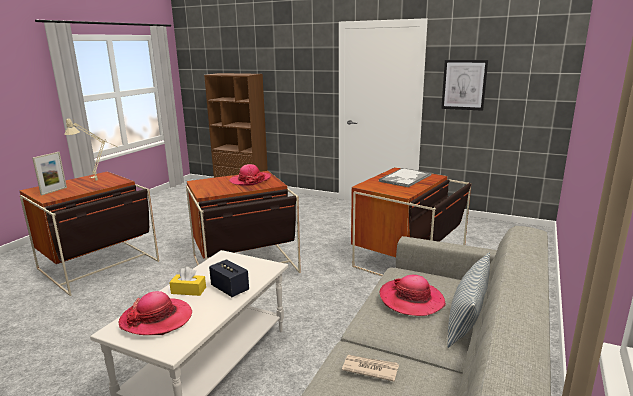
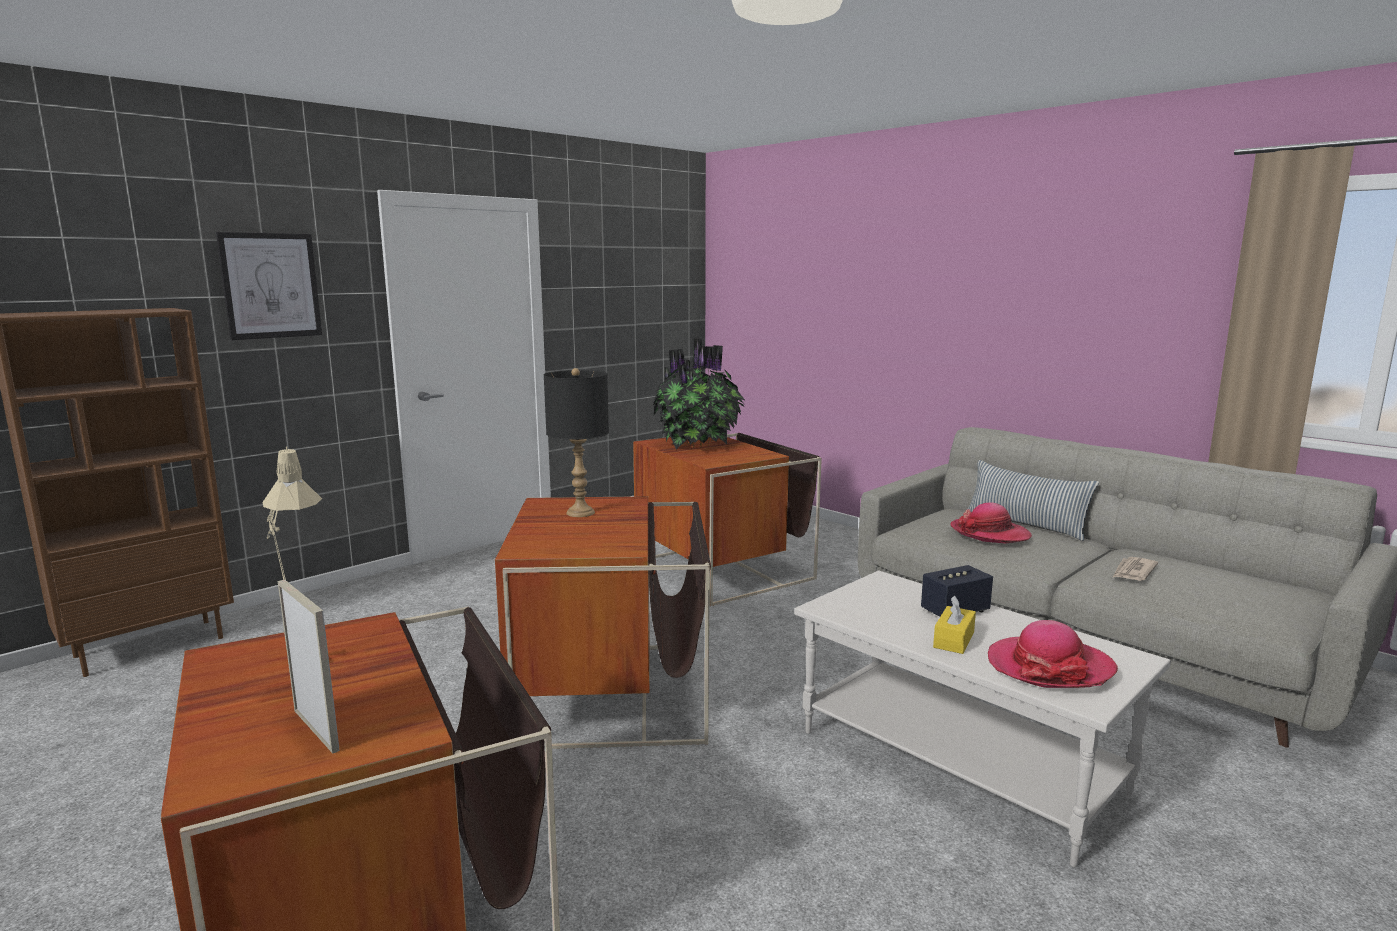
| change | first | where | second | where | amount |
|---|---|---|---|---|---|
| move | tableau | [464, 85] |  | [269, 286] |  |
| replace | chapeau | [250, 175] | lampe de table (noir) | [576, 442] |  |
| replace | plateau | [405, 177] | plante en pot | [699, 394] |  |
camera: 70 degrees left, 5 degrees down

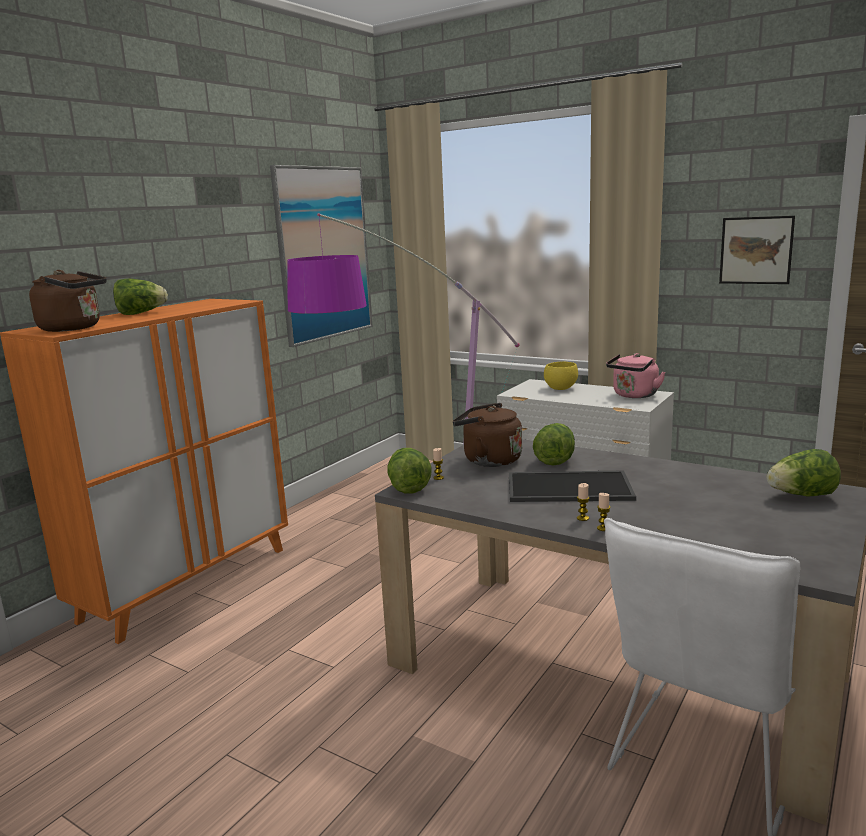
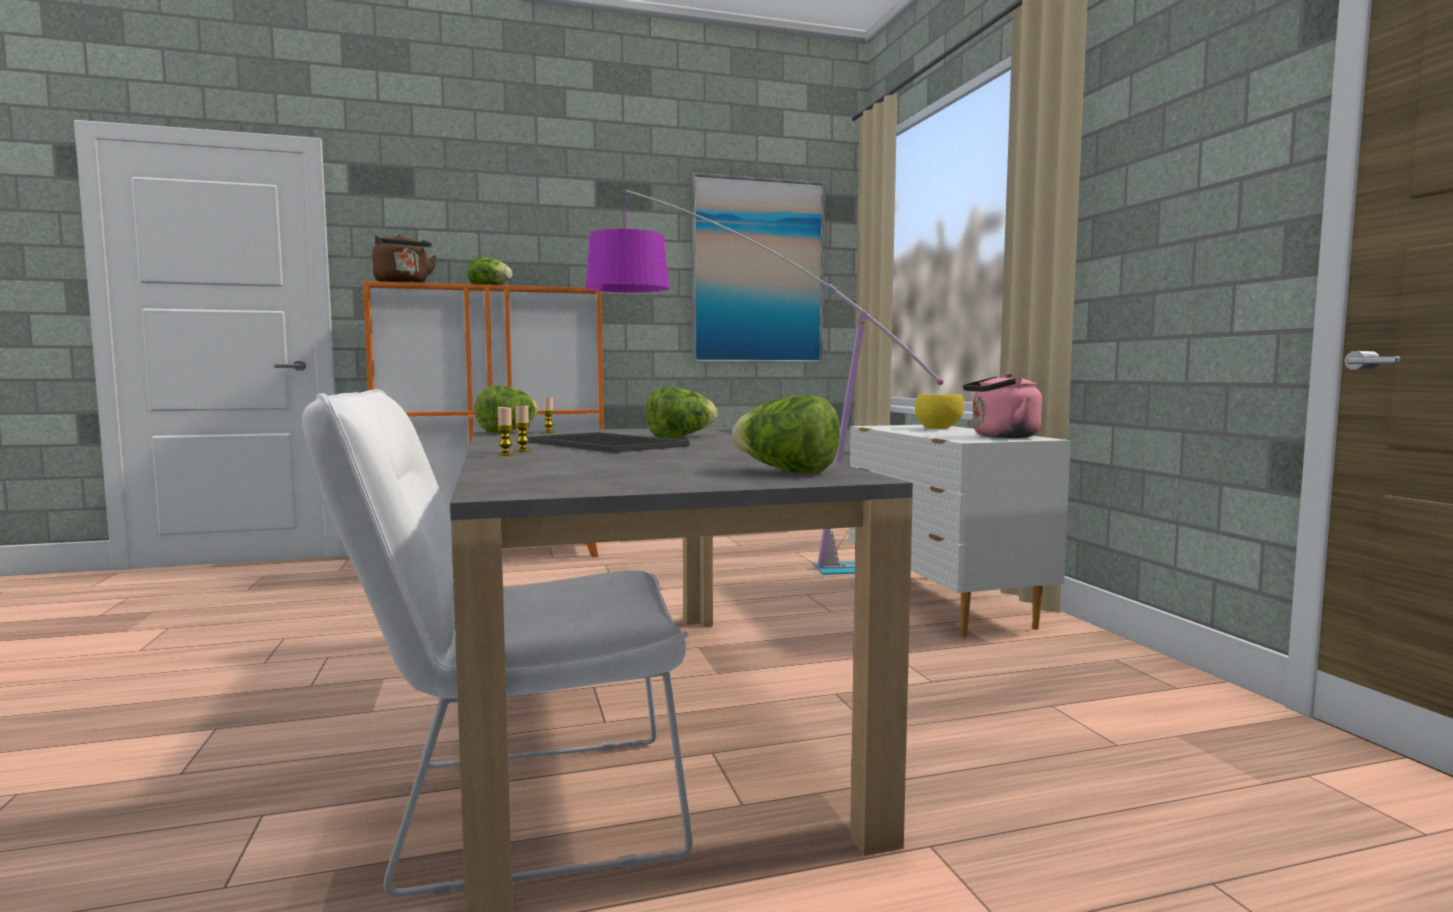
| change | first | where | second | where | amount |
|---|---|---|---|---|---|
| delete | bouilloire (marron) | [487, 435] |  |  |  |
| delete | tableau | [757, 250] |  |  |  |
camera: 40 degrees right, 10 degrees down

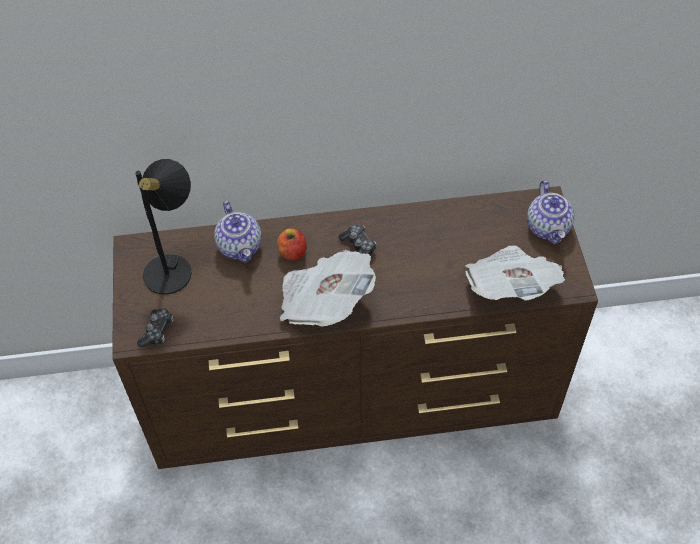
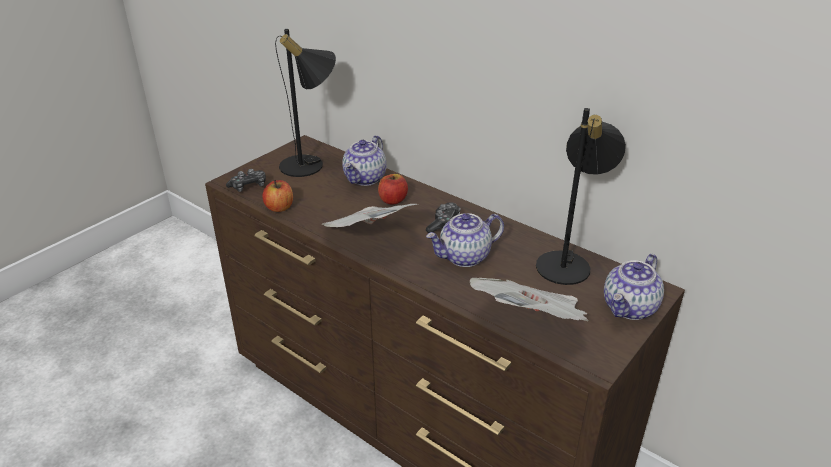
| change | first | where | second | where | amount |
|---|---|---|---|---|---|
| insert |  |  | pomme | [277, 196] |  |
| insert |  |  | théière | [465, 240] |  |
| insert |  |  | lampe de table (noir) | [581, 196] |  |
camera: 45 degrees right, 20 degrees down

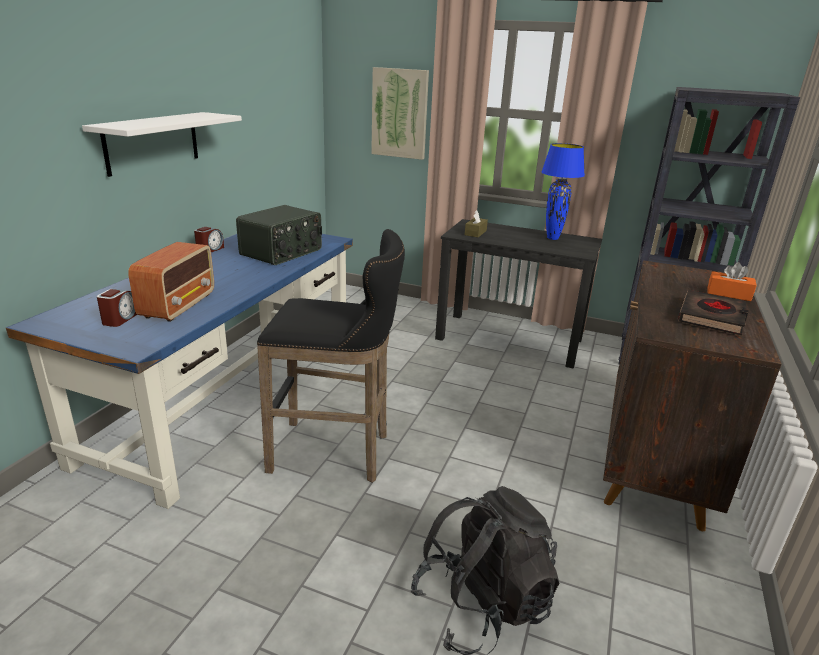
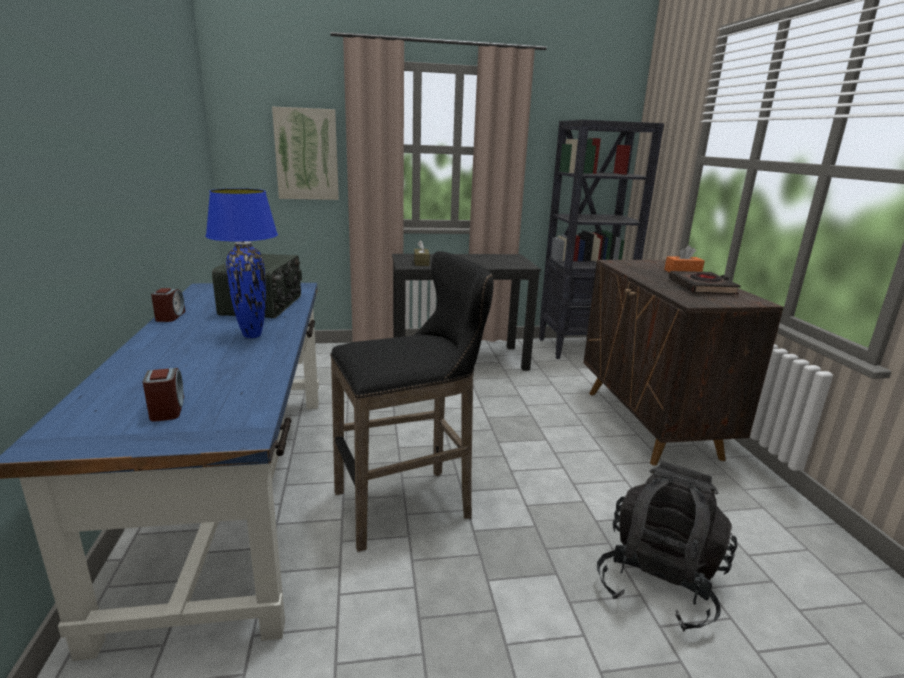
| change | first | where | second | where | amount |
|---|---|---|---|---|---|
| delete | étagère (blanc) | [162, 144] |  |  |  |
| delete | radio | [171, 282] |  |  |  |
| move | lampe de table (bleu) | [563, 191] |  | [242, 263] |  |
camera: 30 degrees left, 5 degrees down

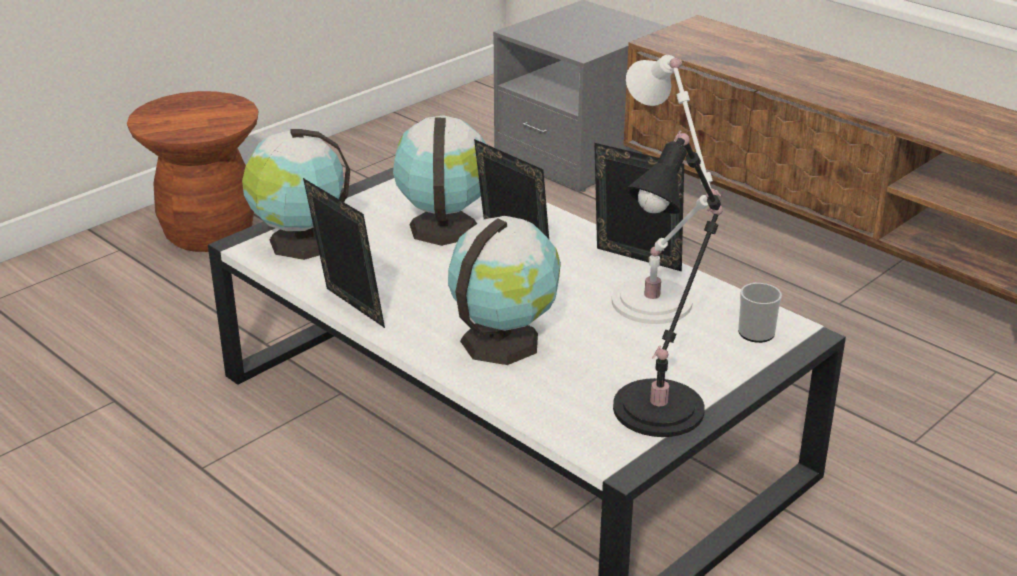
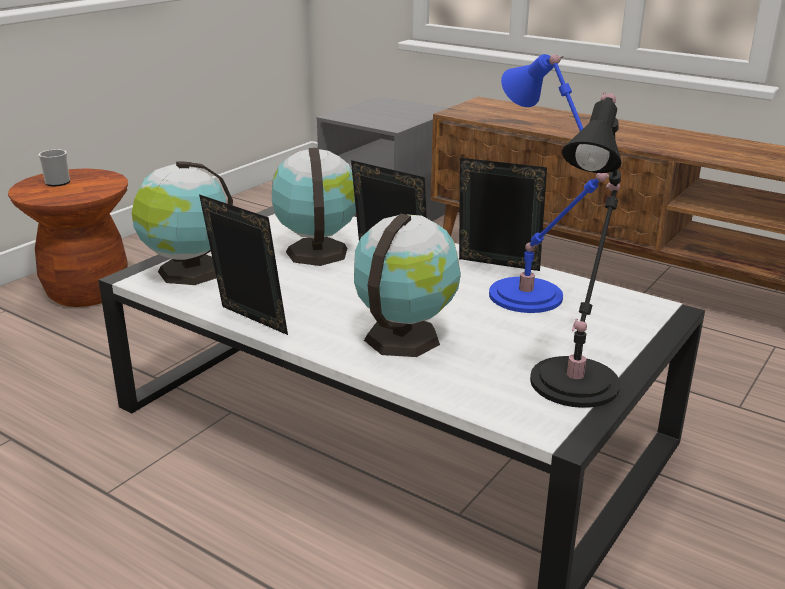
| change | first | where | second | where | amount |
|---|---|---|---|---|---|
| move | mug | [760, 312] |  | [54, 167] |  |
| recolor | lampe de table (blanc) | [667, 189] | lampe de table (bleu) | [549, 183] |  |
camera: 10 degrees left, 5 degrees down

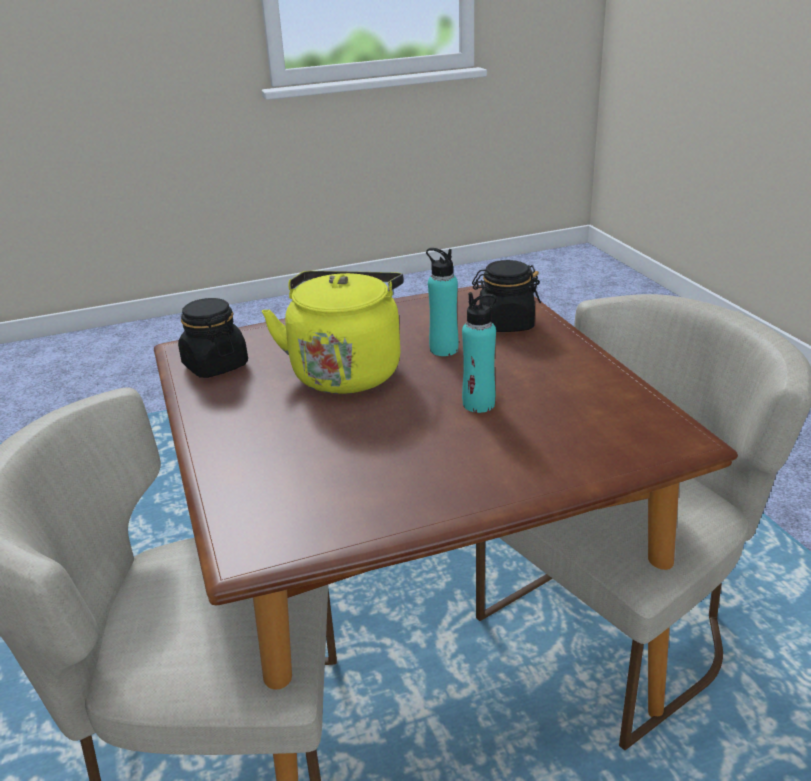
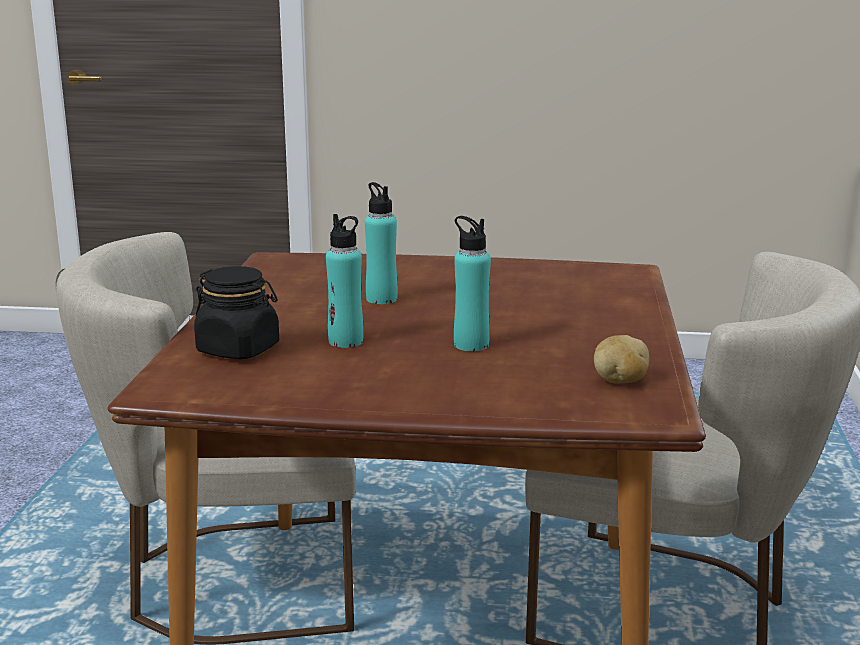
| change | first | where | second | where | amount |
|---|---|---|---|---|---|
| replace | bocal (noir) | [213, 338] | pomme de terre | [621, 359] |  |
| replace | bouilloire (jaune) | [333, 332] | bouteille (turquoise) | [472, 283] |  |
camera: 155 degrees left, 10 degrees down

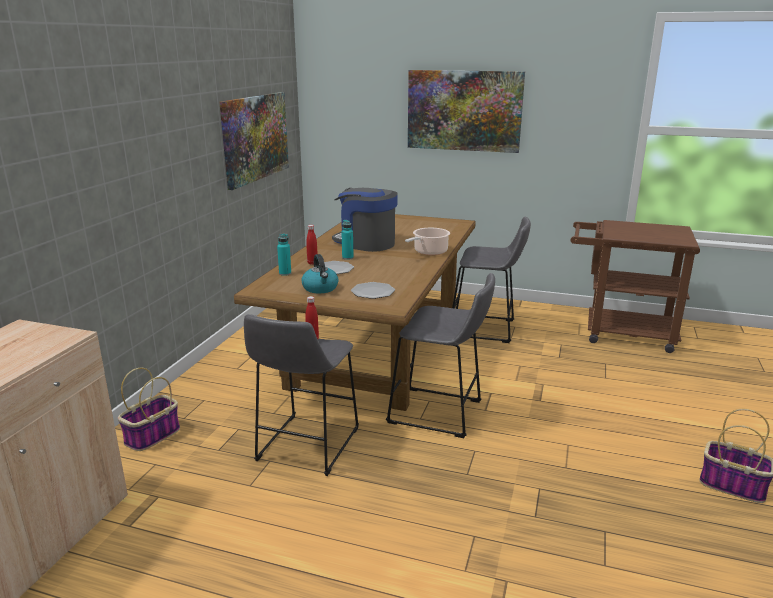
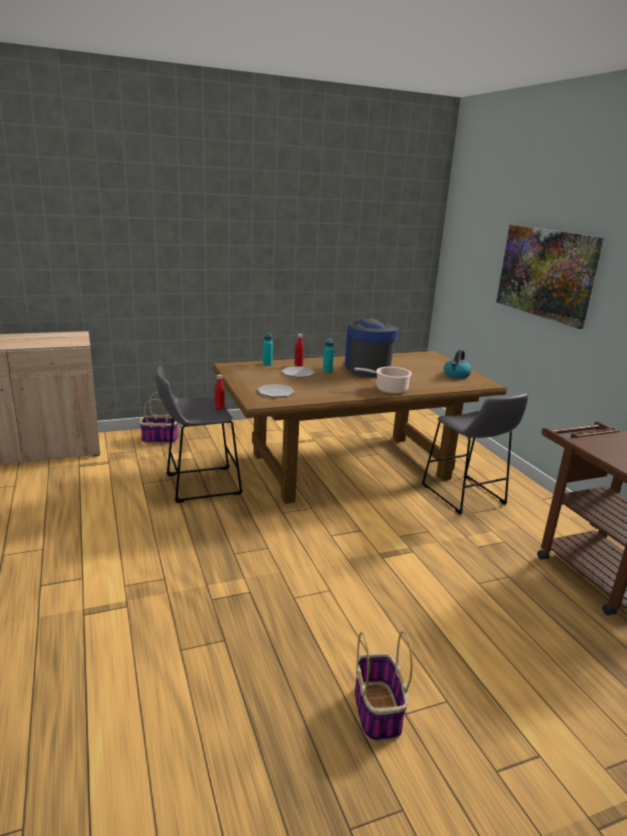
| change | first | where | second | where | amount |
|---|---|---|---|---|---|
| delete | tableau | [254, 141] |  |  |  |
| delete | tabouret (gris) | [440, 355] |  |  |  |
| move | bouilloire | [320, 273] |  | [458, 364] |  |
camera: 50 degrees right, 0 degrees up

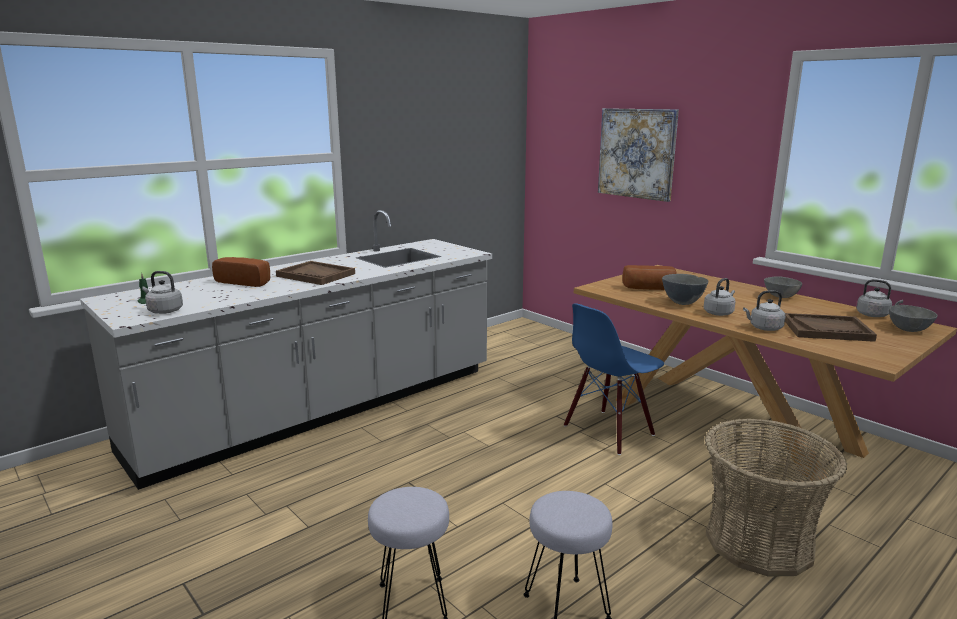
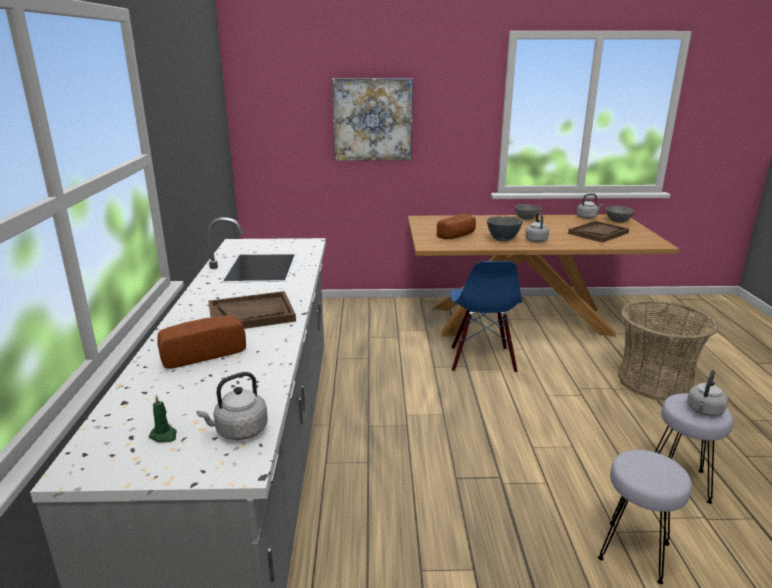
| change | first | where | second | where | amount |
|---|---|---|---|---|---|
| move | bouilloire (gris) | [764, 310] |  | [707, 393] |  |
camera: 50 degrees left, 5 degrees up

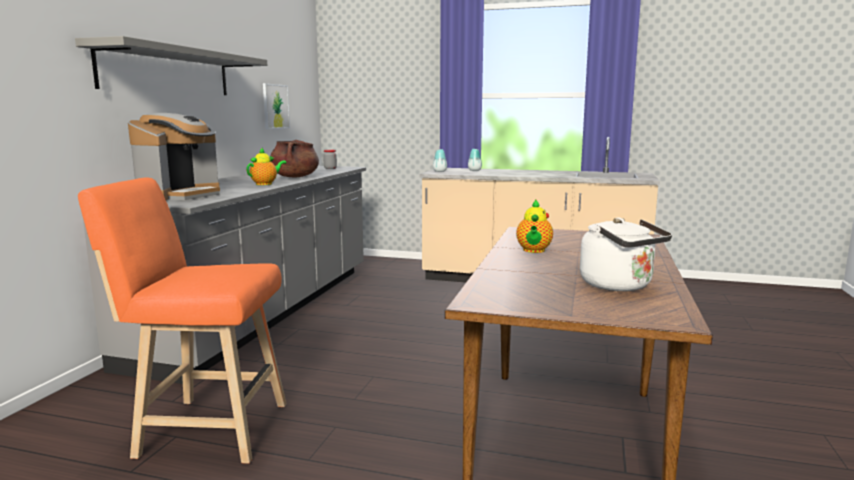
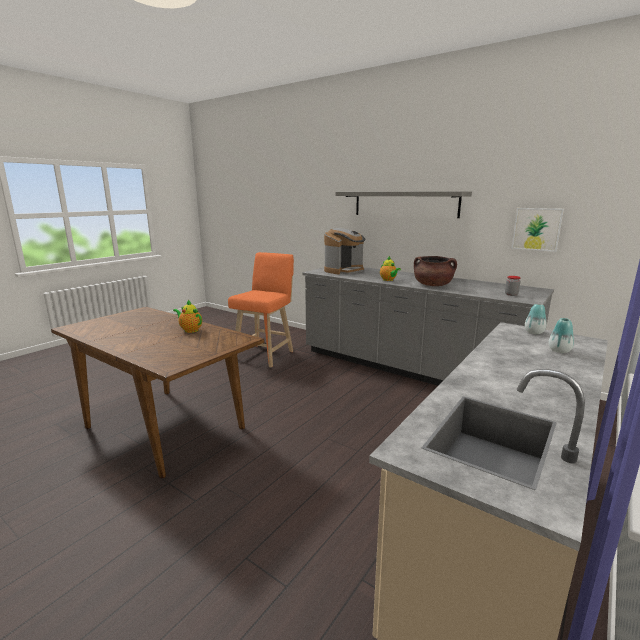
| change | first | where | second | where | amount |
|---|---|---|---|---|---|
| delete | bouilloire (blanc) | [626, 254] |  |  |  |
| rotate | machine à café | [174, 156] |  | [344, 251] | 90 degrees counterclockwise |
camera: 110 degrees right, 5 degrees up

